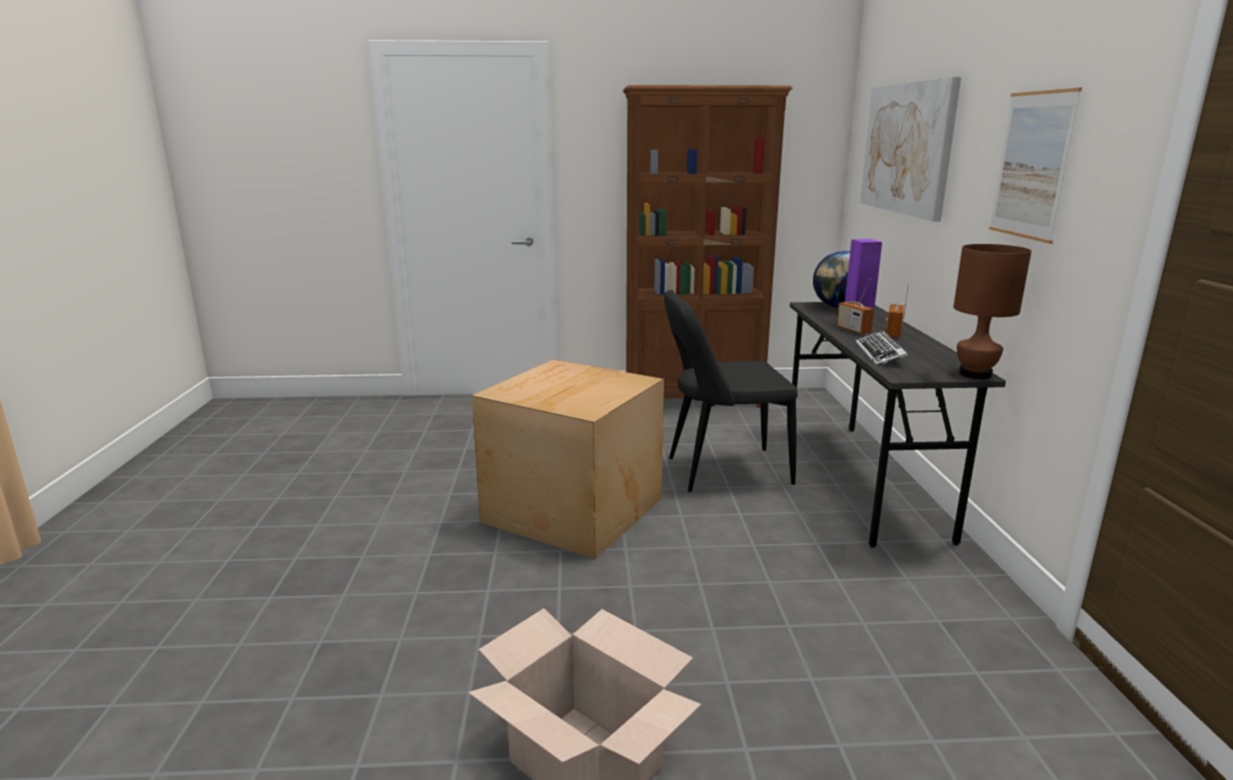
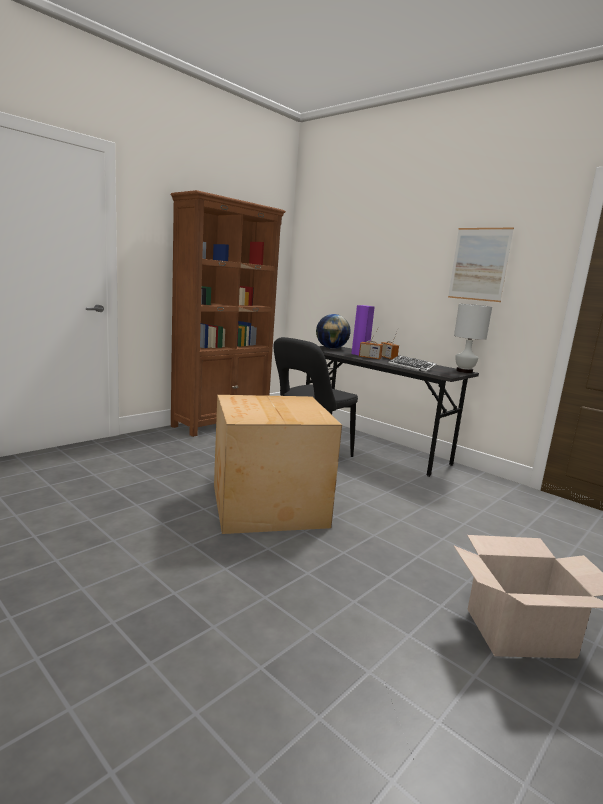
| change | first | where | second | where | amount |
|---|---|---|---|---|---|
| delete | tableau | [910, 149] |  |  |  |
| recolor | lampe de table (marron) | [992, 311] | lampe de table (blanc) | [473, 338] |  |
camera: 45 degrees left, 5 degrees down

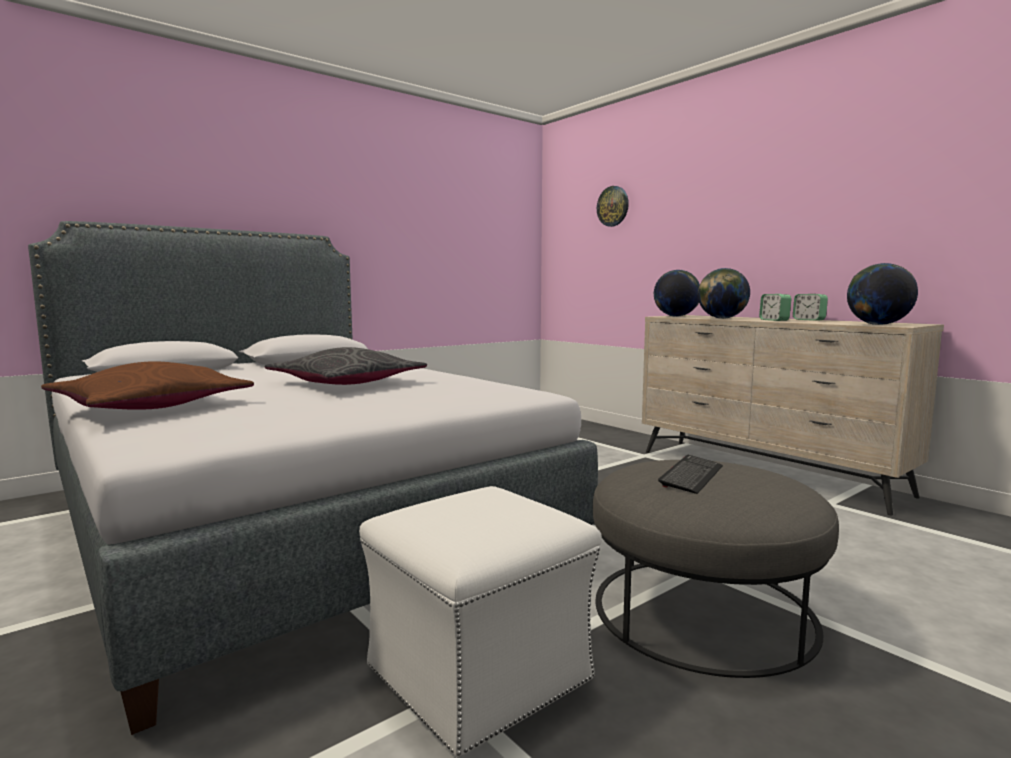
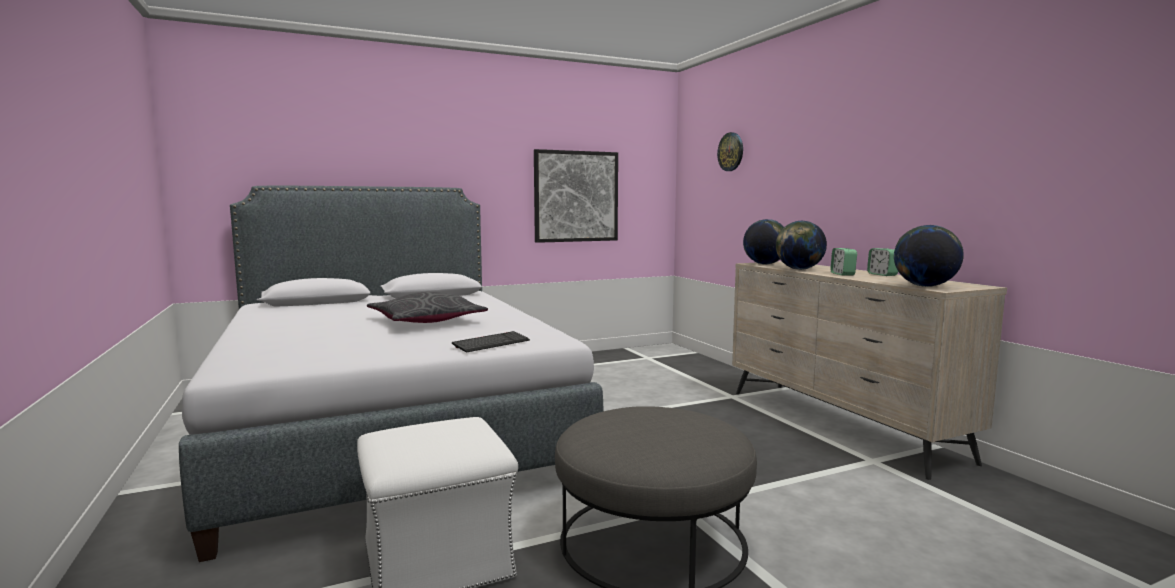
| change | first | where | second | where | amount |
|---|---|---|---|---|---|
| delete | coussin (marron) | [147, 385] |  |  |  |
| insert |  |  | tableau | [576, 196] |  |
| move | clavier | [690, 474] |  | [491, 342] |  |
camera: 15 degrees right, 0 degrees up

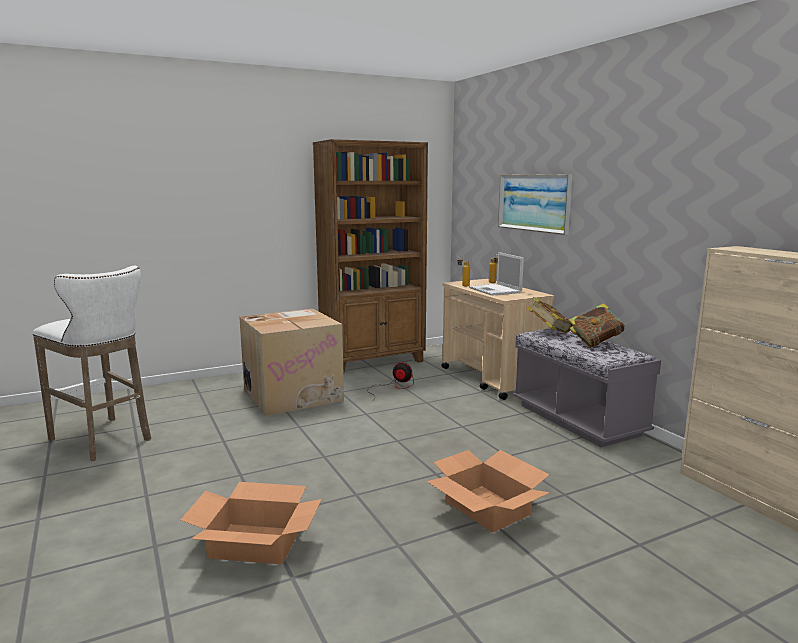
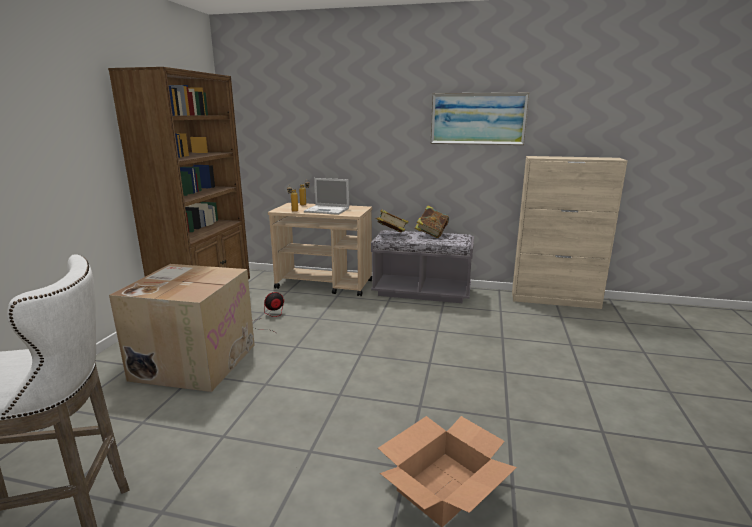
| change | first | where | second | where | amount |
|---|---|---|---|---|---|
| delete | carton | [488, 491] |  |  |  |
| move | tableau | [535, 204] |  | [480, 118] |  |
camera: 50 degrees left, 5 degrees up

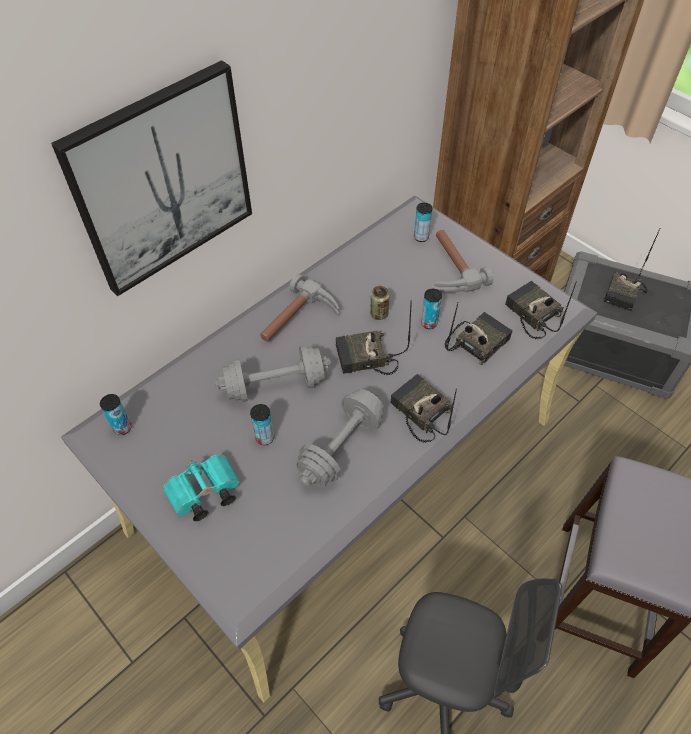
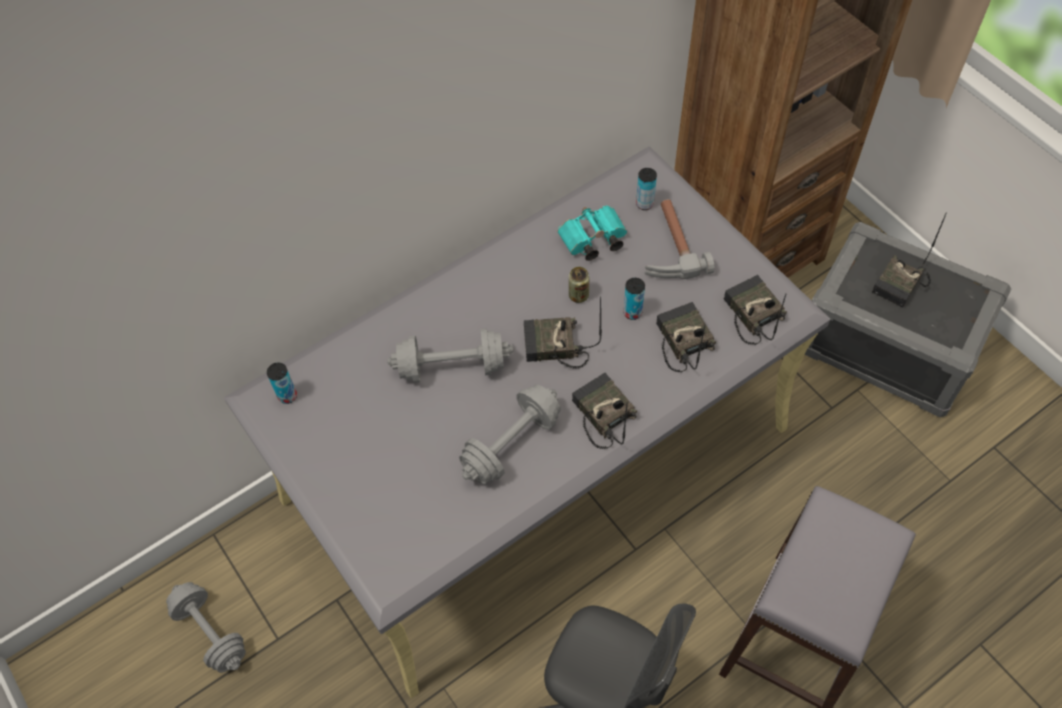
| change | first | where | second | where | amount |
|---|---|---|---|---|---|
| delete | tableau | [151, 178] |  |  |  |
| delete | boîte métallique | [262, 424] |  |  |  |
| delete | marteau | [299, 308] |  |  |  |
| insert |  |  | haltère (gris) | [206, 627] |  |
| move | jumelles (turquoise) | [201, 488] |  | [592, 233] |  |
| rotate | radio | [479, 334] |  | [686, 337] | 75 degrees counterclockwise |
camera: 10 degrees right, 5 degrees up

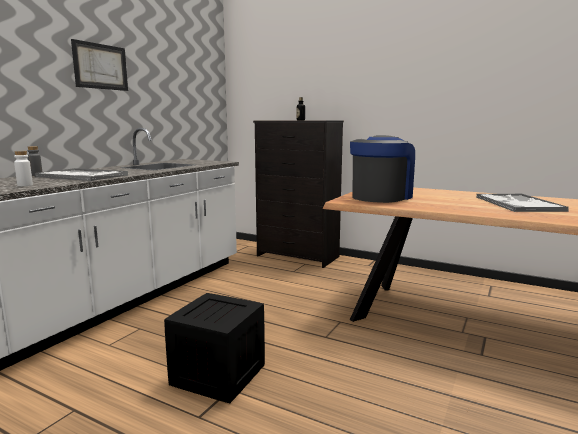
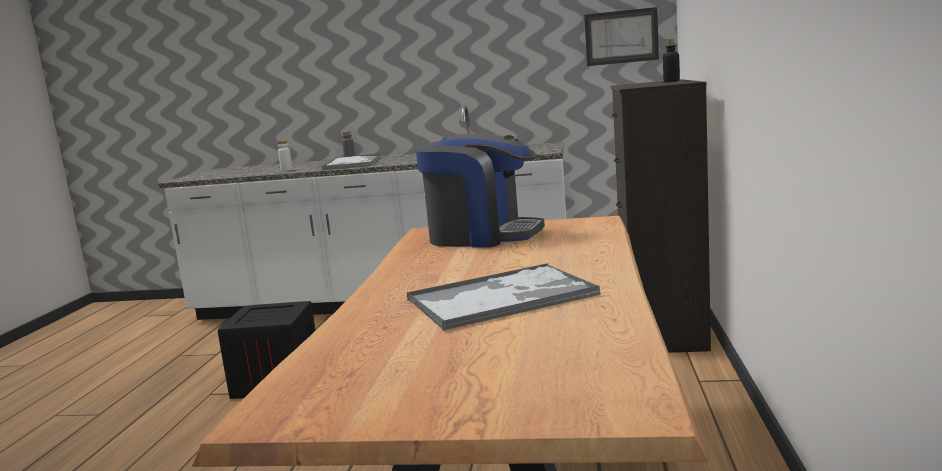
| change | first | where | second | where | amount |
|---|---|---|---|---|---|
| move | tableau | [99, 65] |  | [621, 36] |  |
camera: 70 degrees right, 0 degrees up

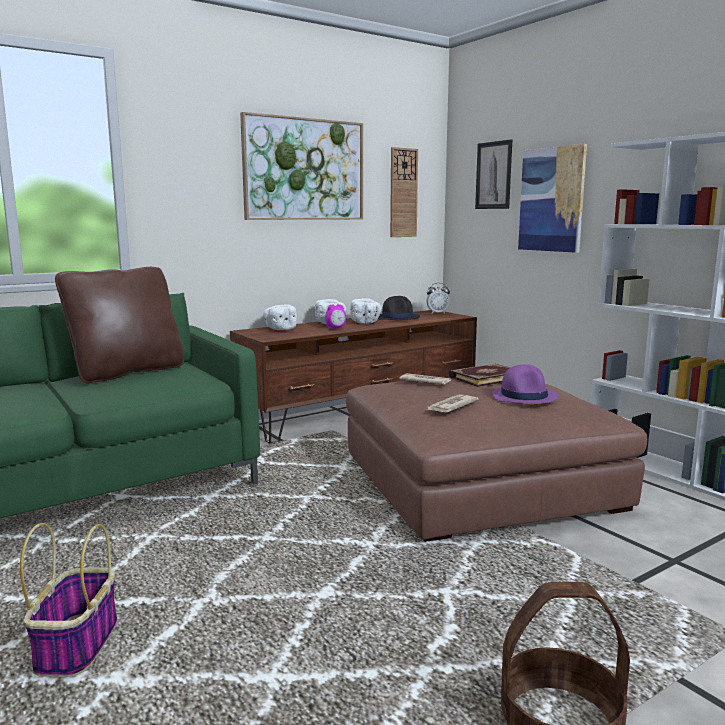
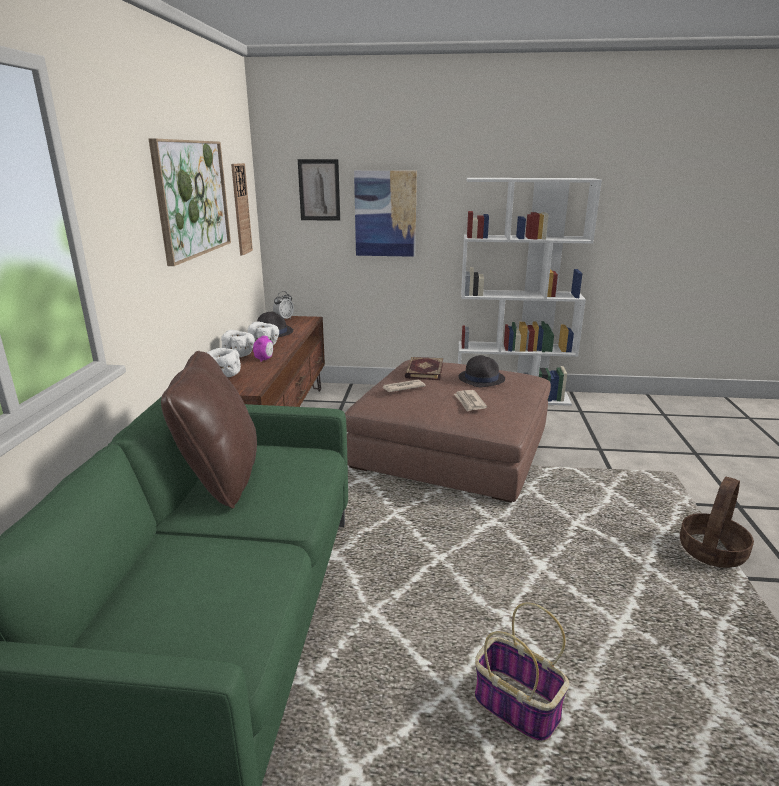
| change | first | where | second | where | amount |
|---|---|---|---|---|---|
| recolor | chapeau (violet) | [525, 384] | chapeau (noir) | [481, 371] |  |
camera: 50 degrees left, 10 degrees up

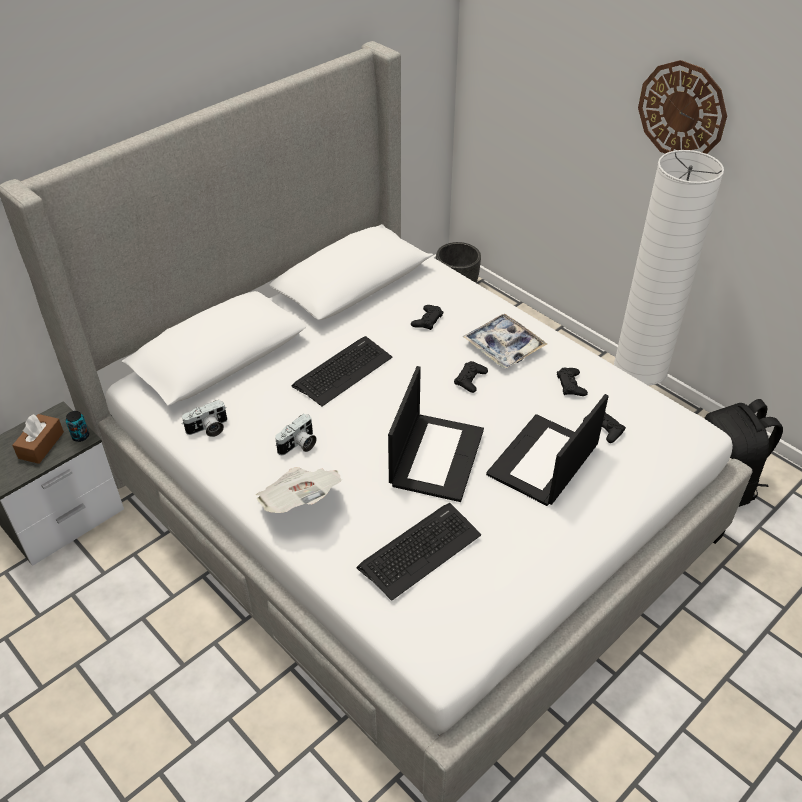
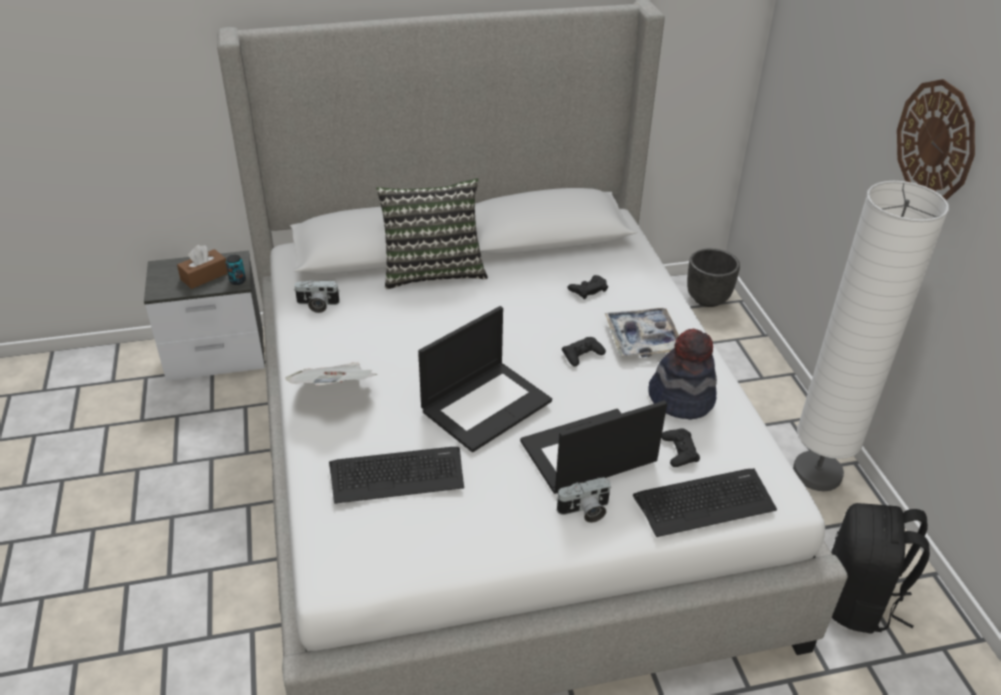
| change | first | where | second | where | amount |
|---|---|---|---|---|---|
| insert |  |  | coussin | [432, 233] |  |
| move | appareil photo | [296, 434] |  | [583, 500] |  |
| move | clavier | [342, 371] |  | [705, 503] |  |
| replace | manette (noir) | [572, 381] | chapeau | [682, 374] |  |
camera: 30 degrees right, 5 degrees down

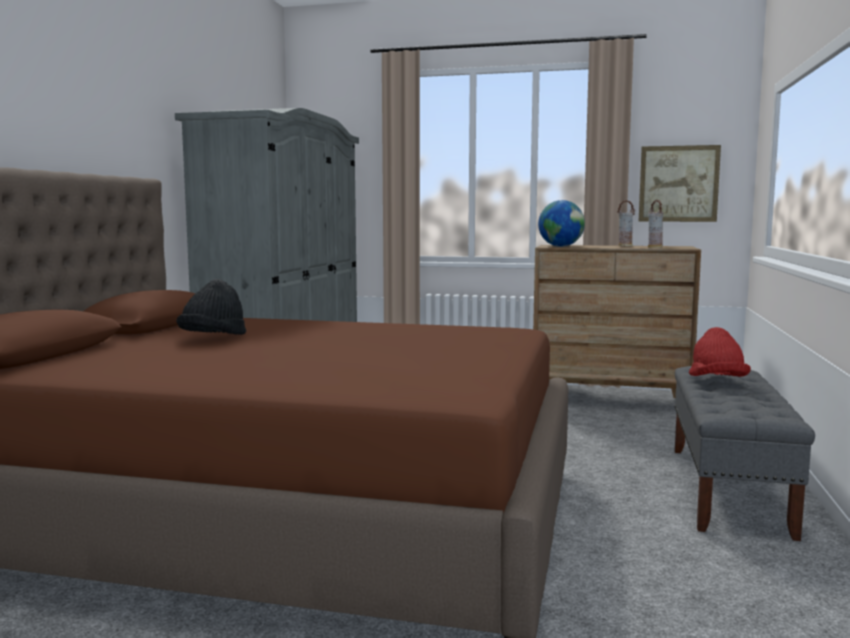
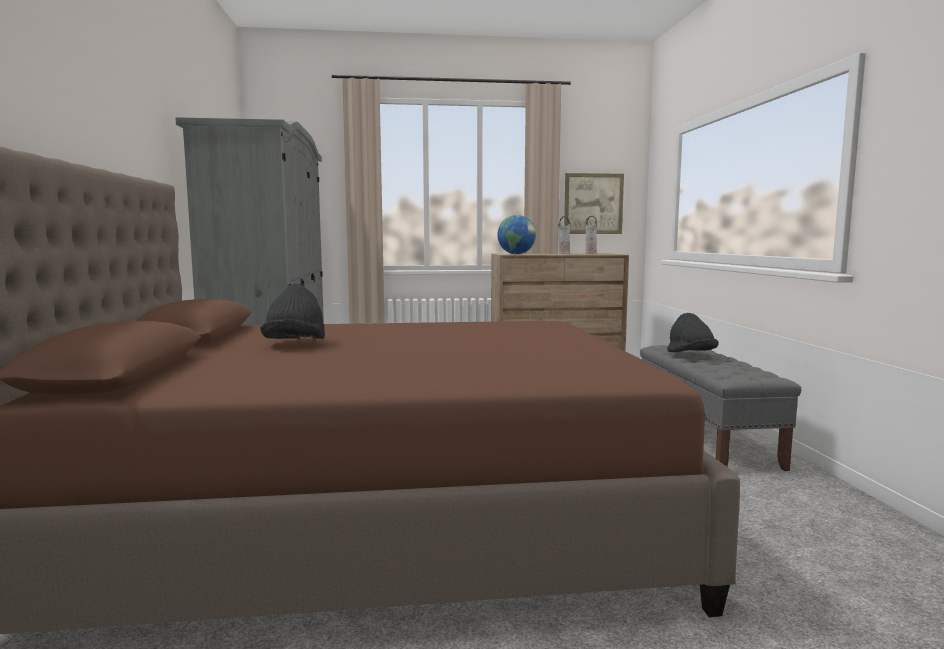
| change | first | where | second | where | amount |
|---|---|---|---|---|---|
| recolor | chapeau (rouge) | [720, 352] | chapeau (noir) | [693, 332] |  |
camera: 20 degrees left, 0 degrees up

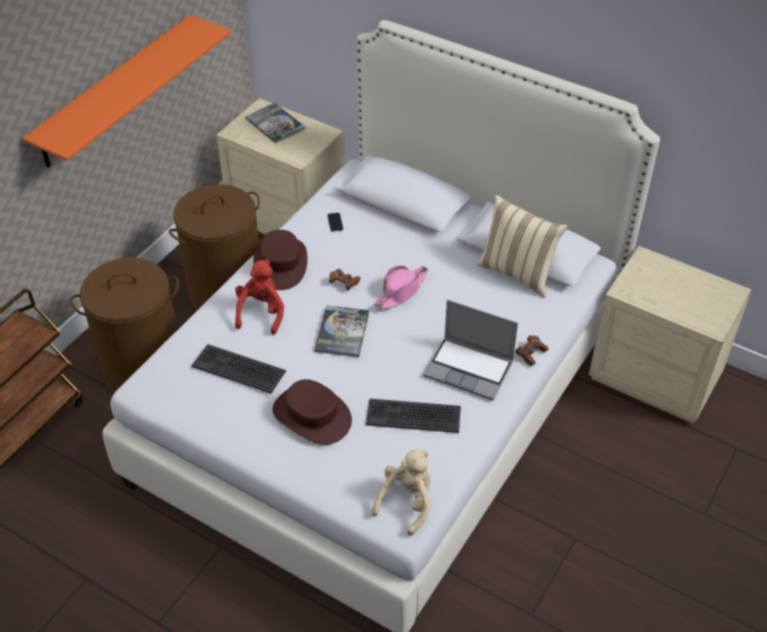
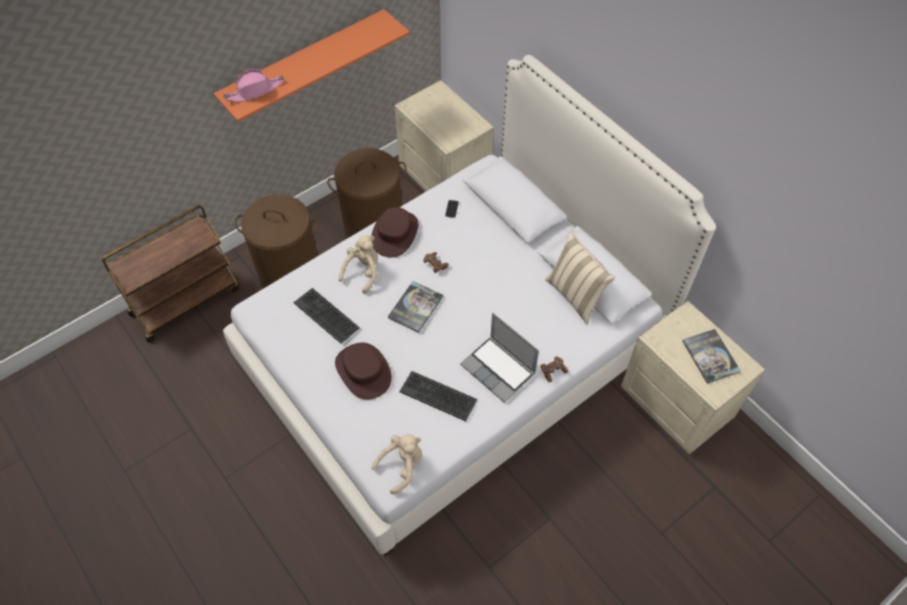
| change | first | where | second | where | amount |
|---|---|---|---|---|---|
| move | livre | [275, 123] |  | [711, 356] |  |
| move | chapeau (rose) | [401, 287] |  | [254, 85] |  |
| recolor | peluche (rouge) | [259, 297] | peluche (beige) | [358, 264] |  |
camera: 20 degrees right, 10 degrees up

